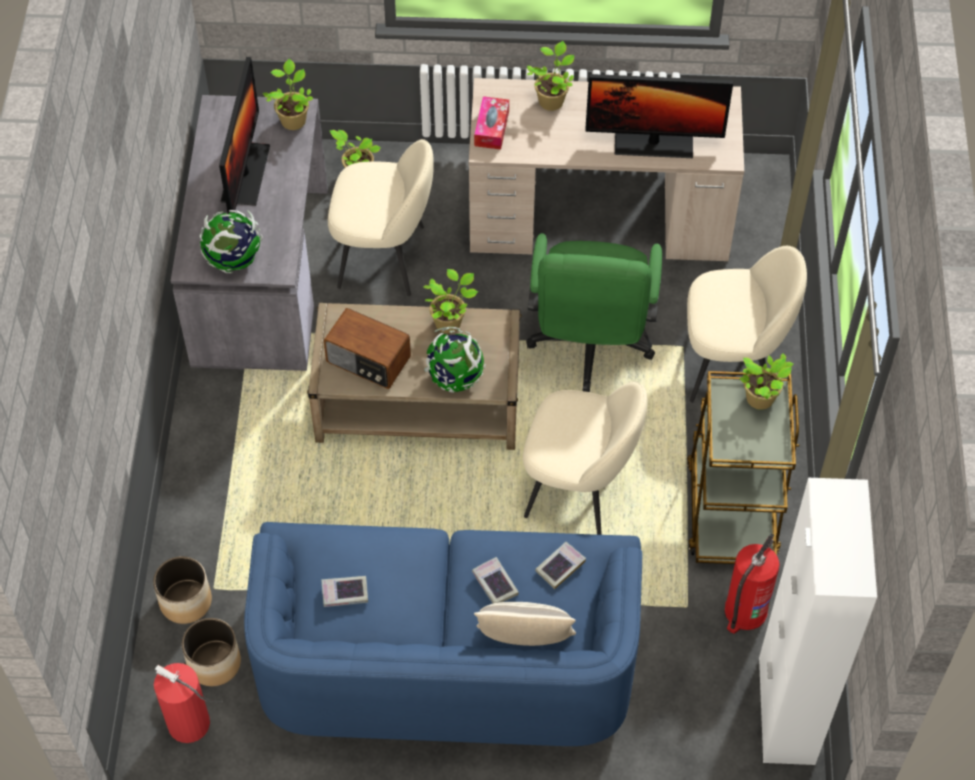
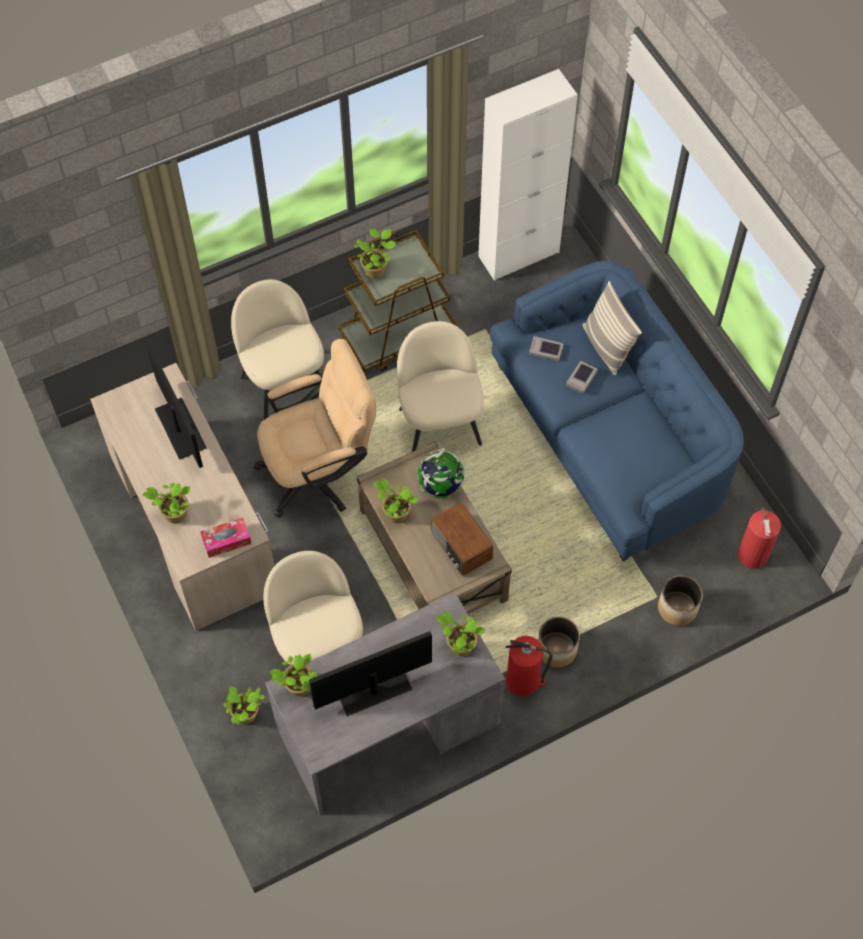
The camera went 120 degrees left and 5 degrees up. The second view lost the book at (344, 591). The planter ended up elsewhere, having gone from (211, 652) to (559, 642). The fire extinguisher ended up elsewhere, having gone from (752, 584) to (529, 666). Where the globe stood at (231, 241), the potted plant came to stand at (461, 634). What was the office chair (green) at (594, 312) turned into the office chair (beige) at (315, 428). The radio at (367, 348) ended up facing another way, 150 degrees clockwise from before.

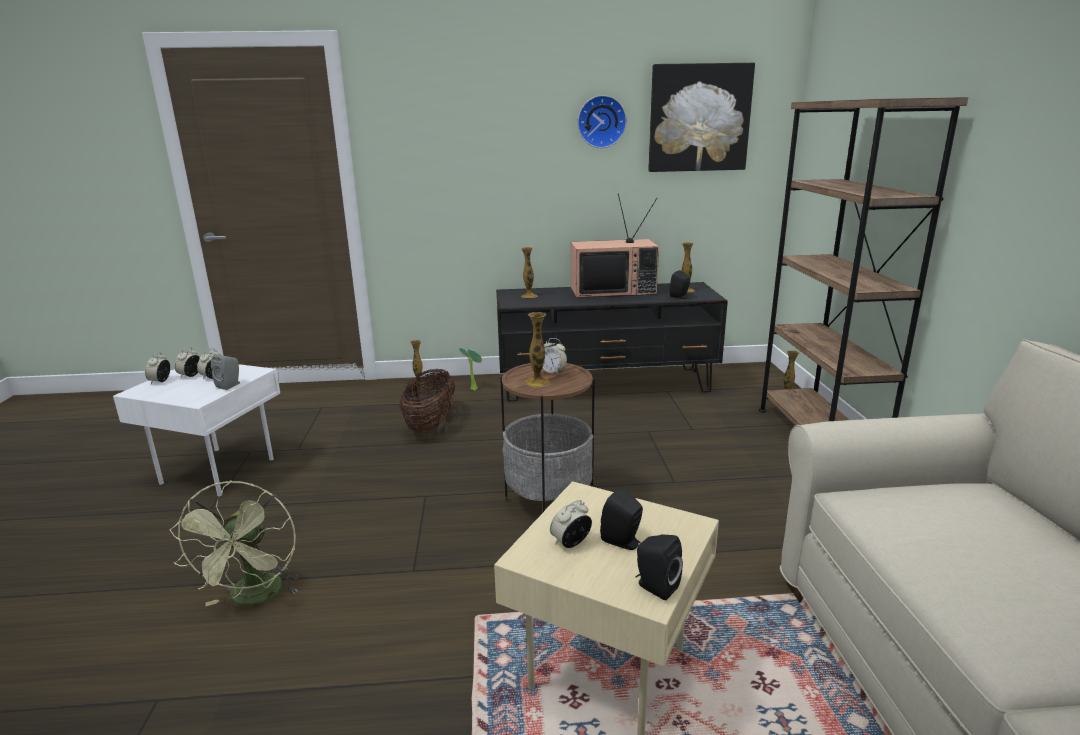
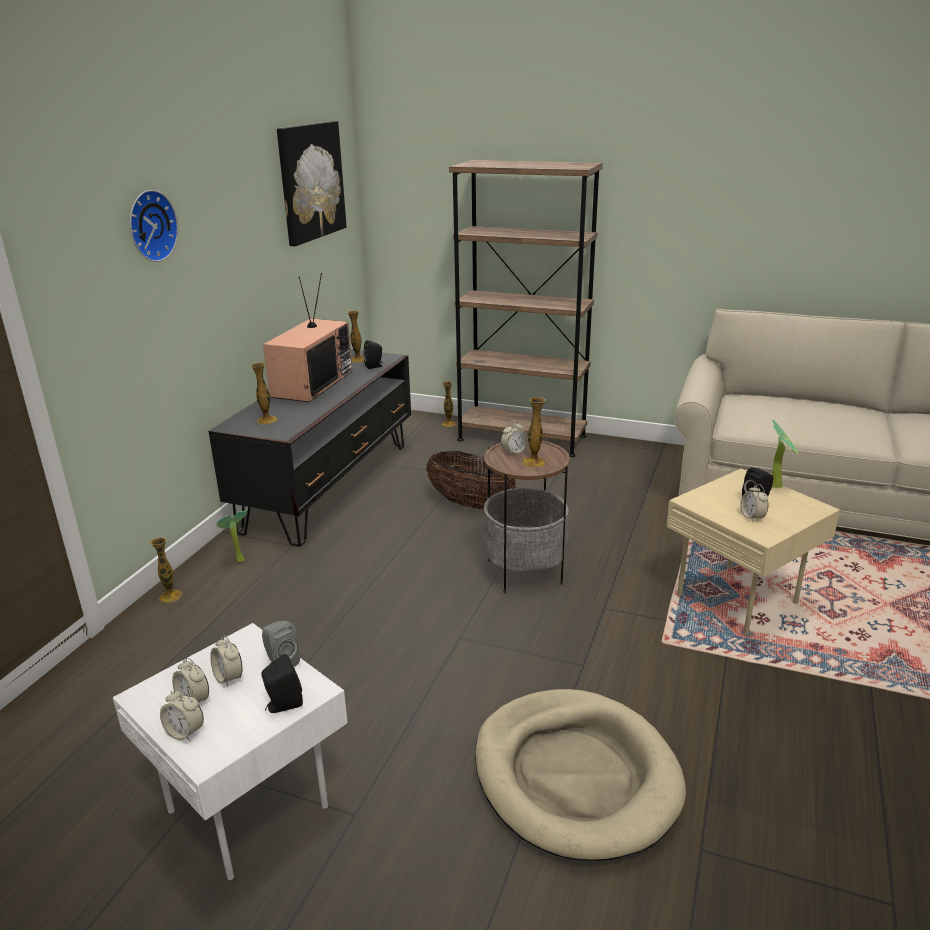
The camera went 65 degrees left and 5 degrees up. The second view gained the potted plant at (785, 454). The basket ended up elsewhere, having gone from (427, 401) to (471, 480). The wall clock ended up elsewhere, having gone from (602, 121) to (154, 226). The speaker (black) ended up elsewhere, having gone from (659, 567) to (282, 683). Where the fan (green) stood at (234, 543), the dog bed (beige) came to stand at (580, 775).

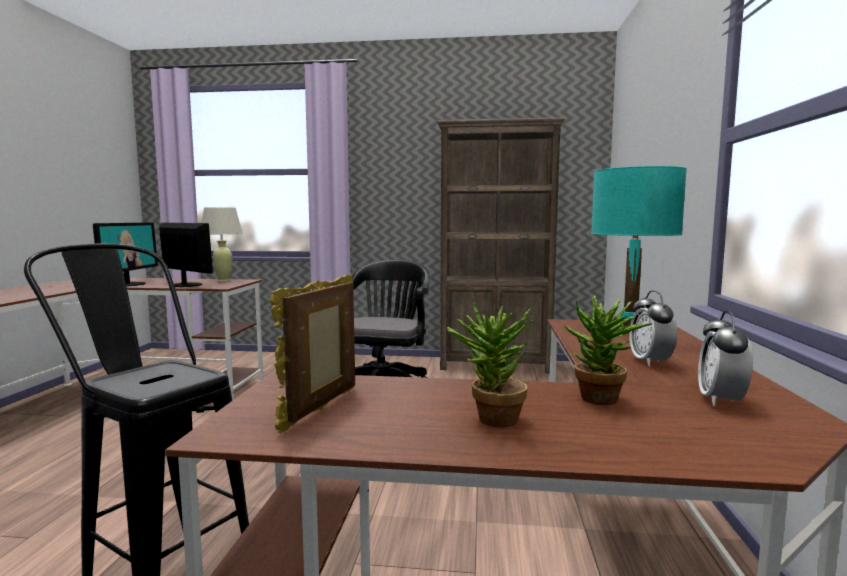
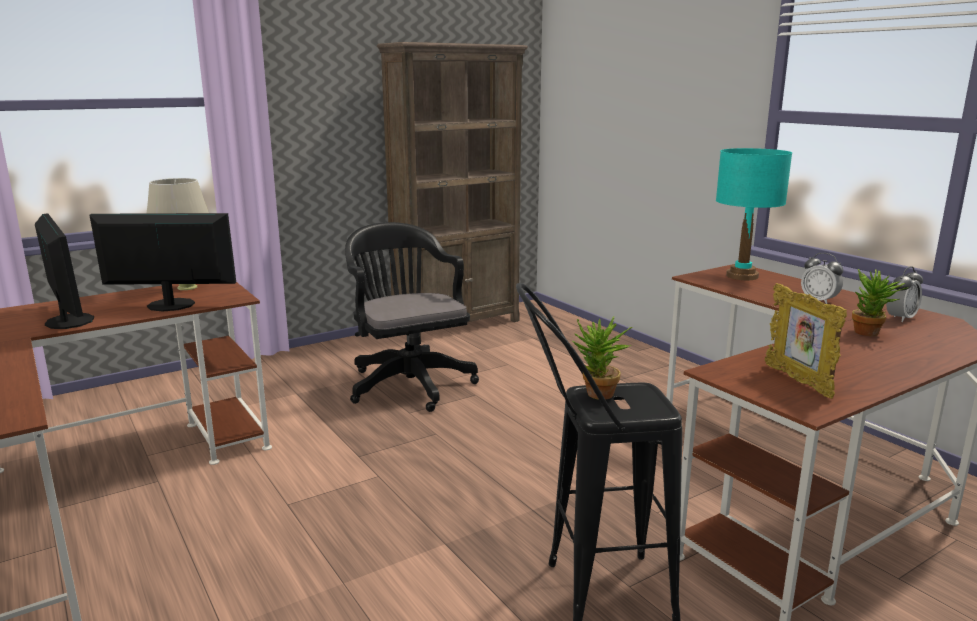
The camera went 40 degrees left and 10 degrees up. The potted plant ended up elsewhere, having gone from (489, 365) to (602, 358). The alarm clock at (725, 358) ended up facing another way, 105 degrees counterclockwise from before.

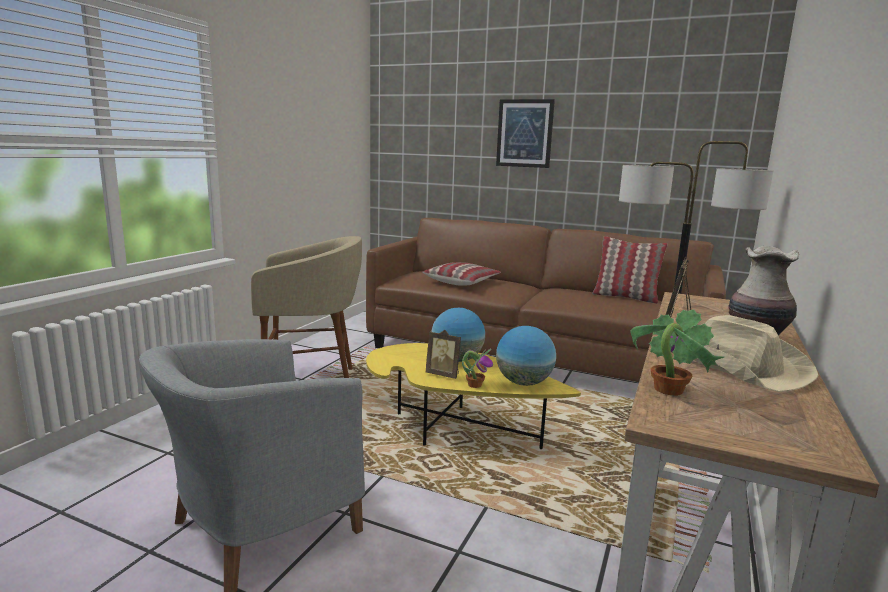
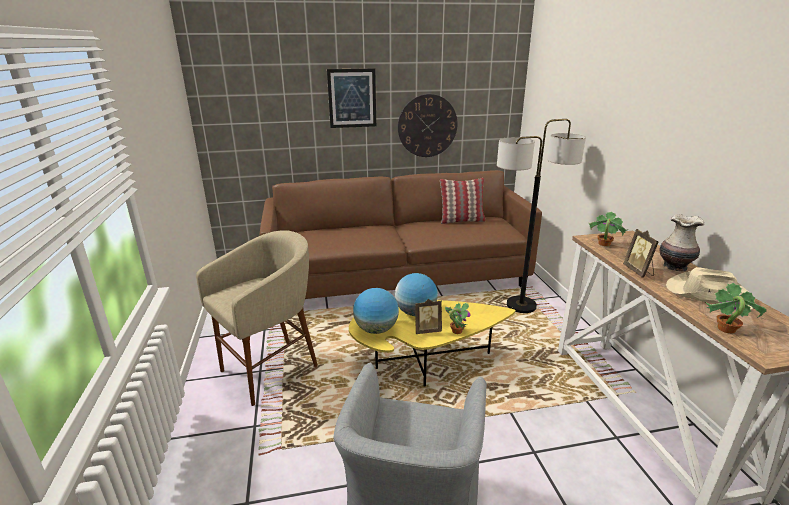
The camera went 35 degrees left and 10 degrees up. The second view lost the pillow at (461, 274). The second view gained the wall clock at (428, 125). The second view gained the potted plant at (608, 229). The globe ended up elsewhere, having gone from (526, 356) to (376, 311).

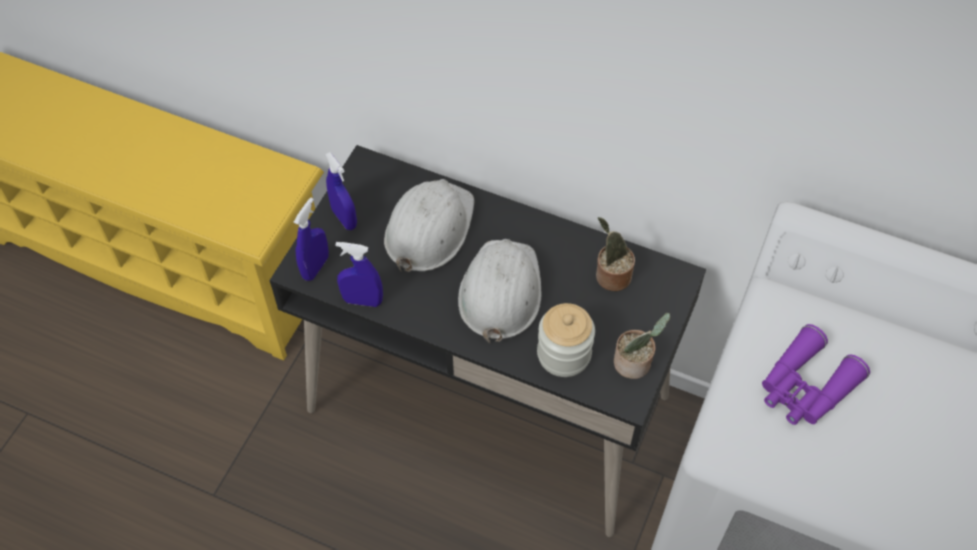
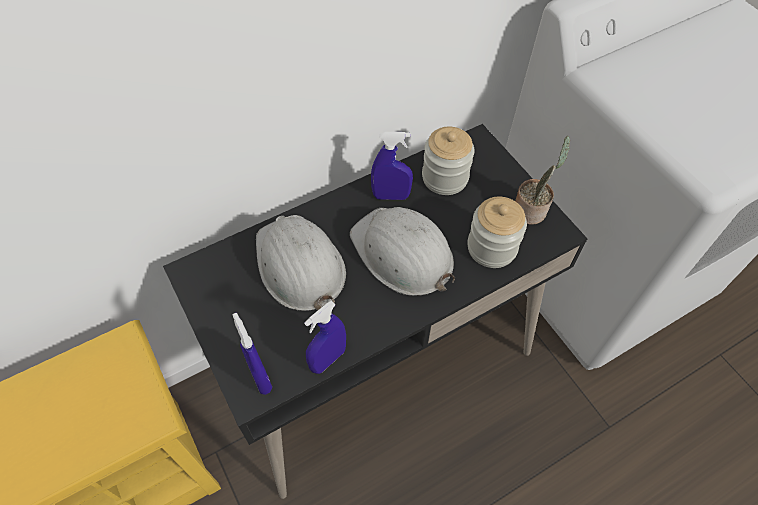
The camera went 55 degrees left and 0 degrees up. The second view lost the binoculars (purple) at (816, 374). The spray bottle (blue) ended up elsewhere, having gone from (341, 191) to (392, 166). Where the potted plant stood at (615, 254), the jar came to stand at (448, 161).

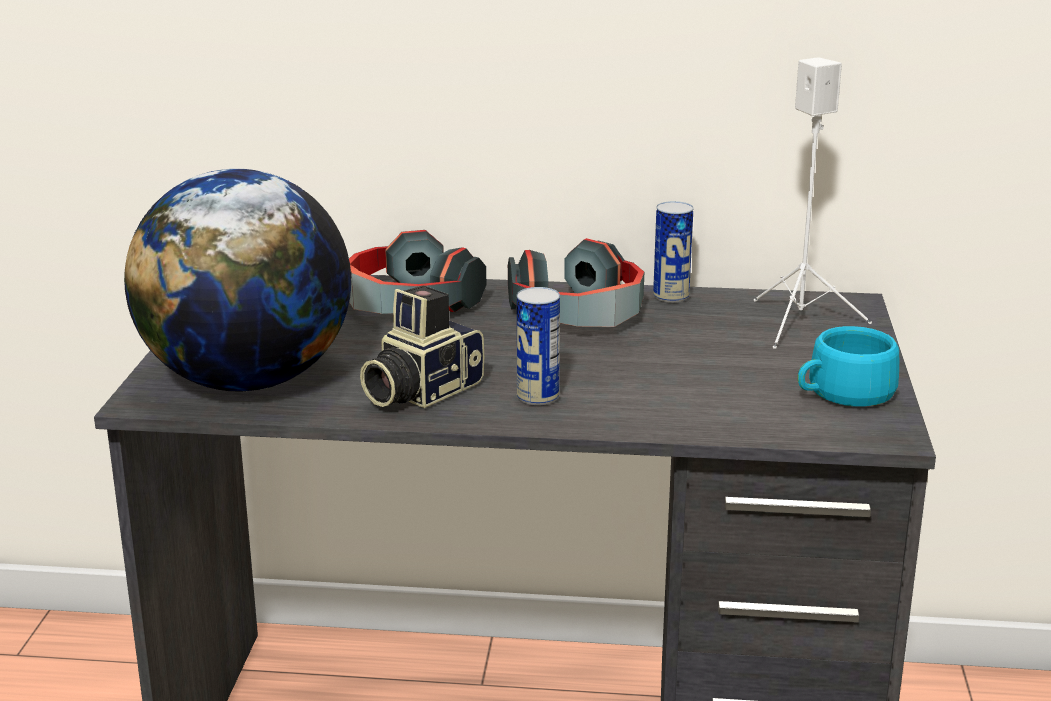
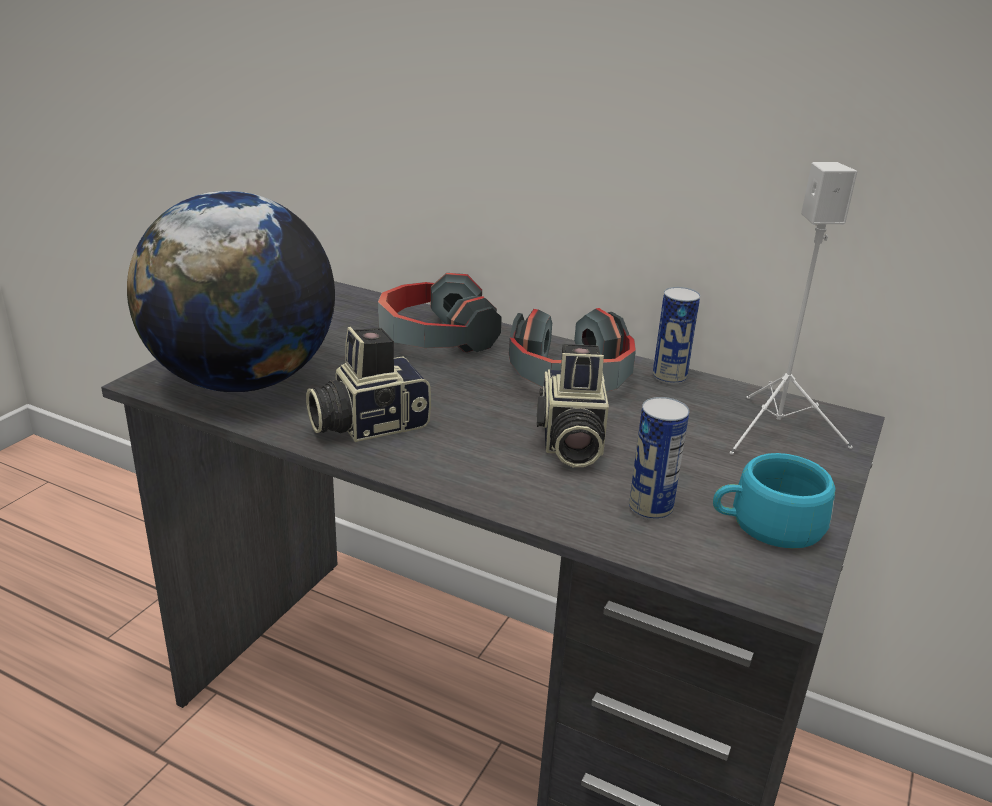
The camera went 20 degrees right and 5 degrees up. The second view gained the photo camera at (573, 405). The can ended up elsewhere, having gone from (538, 346) to (659, 458).

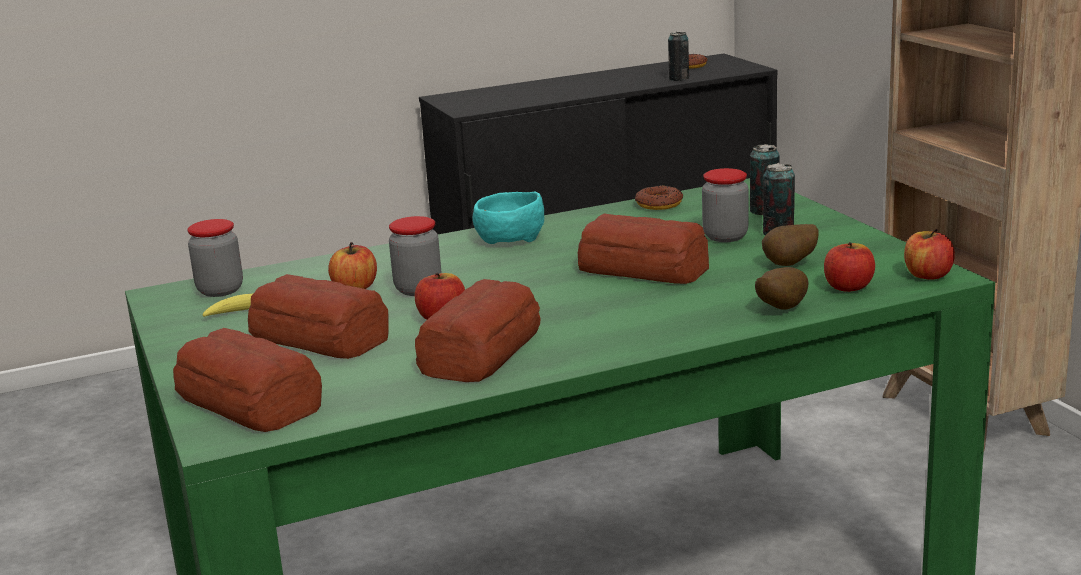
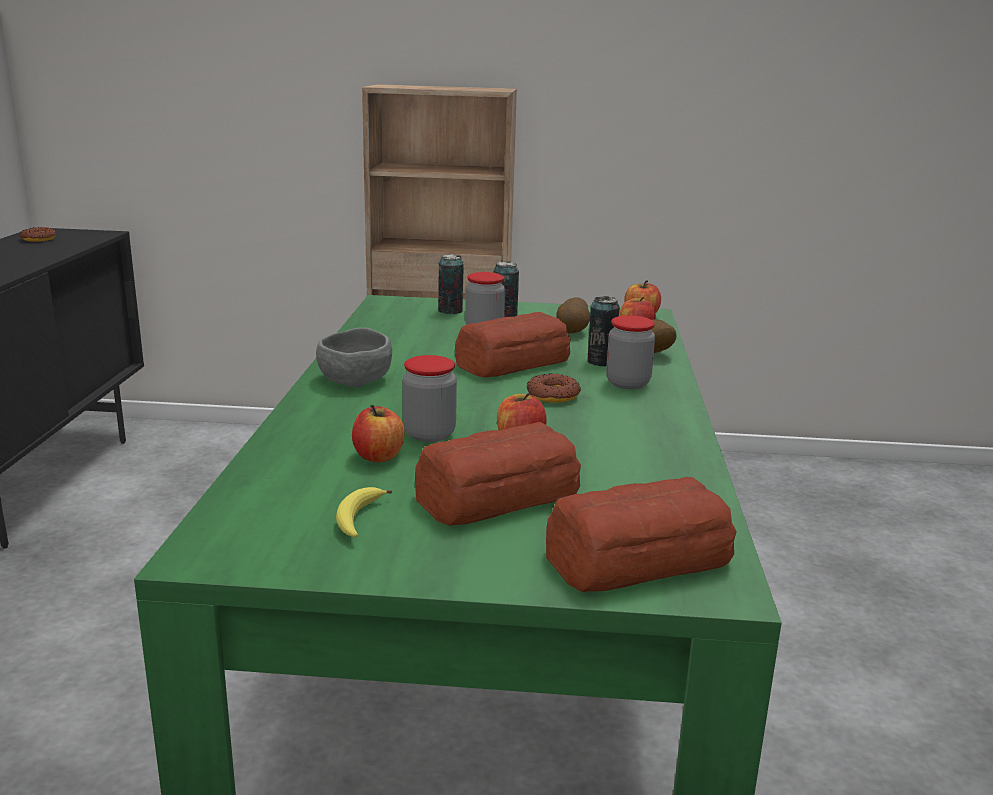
The camera went 65 degrees left and 0 degrees up. The second view lost the bread at (477, 330). The jar ended up elsewhere, having gone from (215, 258) to (630, 352). The donut ended up elsewhere, having gone from (659, 197) to (554, 388). The can ended up elsewhere, having gone from (678, 56) to (604, 331). What was the bowl (turquoise) at (508, 217) turned into the bowl (grey) at (354, 357).

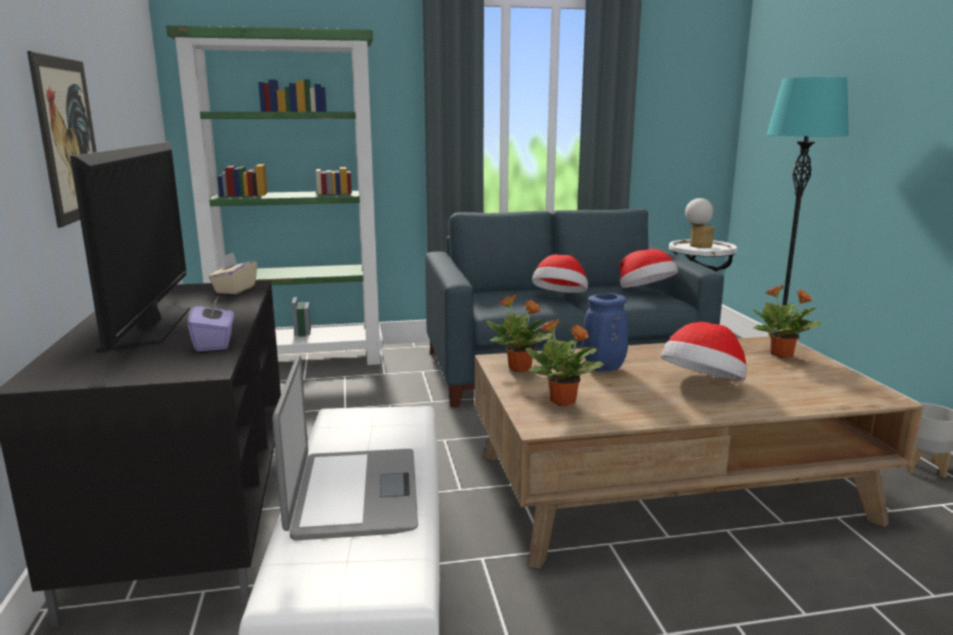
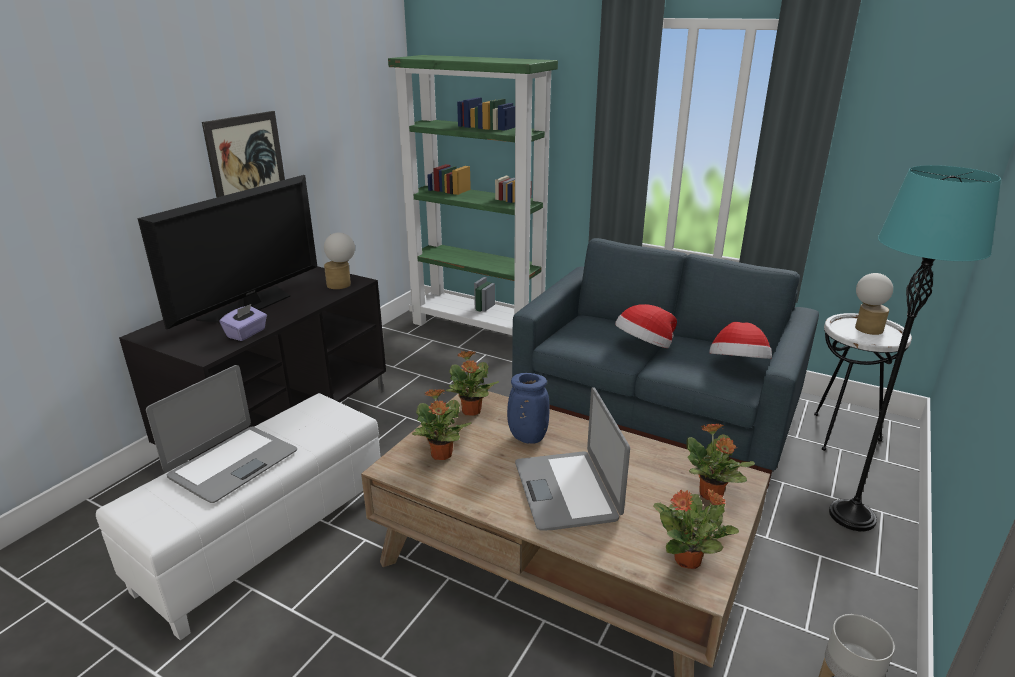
The camera went 40 degrees right and 10 degrees up. The second view gained the potted plant at (696, 528). Where the tissue box (beige) stood at (233, 273), the table lamp came to stand at (339, 260). Where the hat stood at (704, 351), the laptop came to stand at (572, 459).

